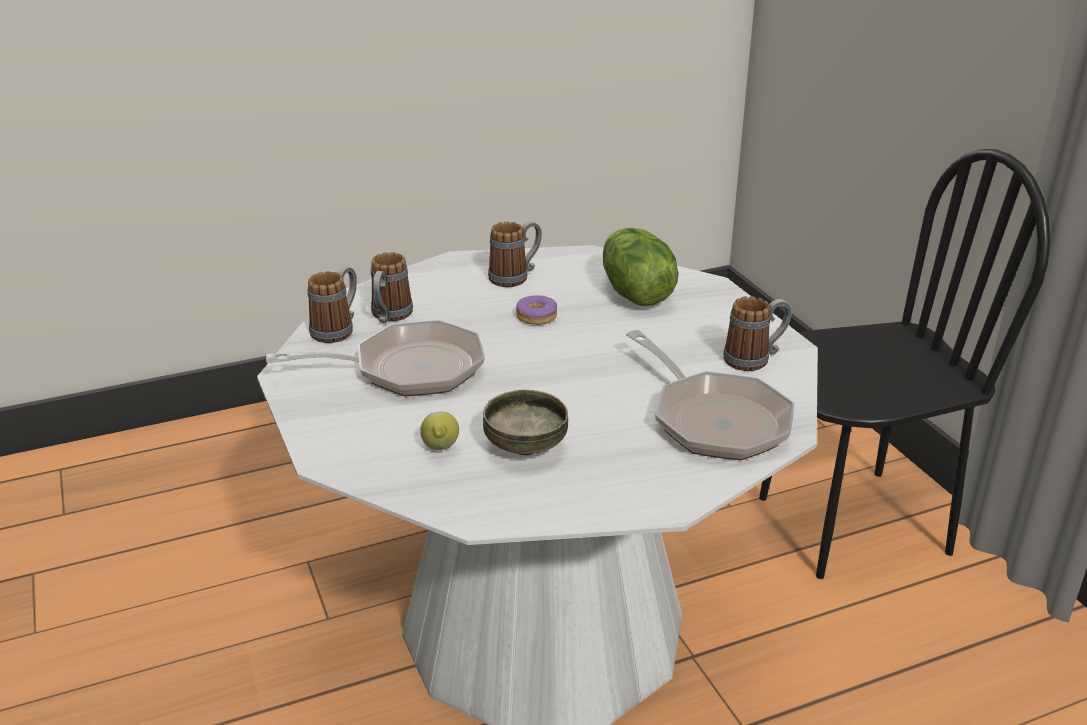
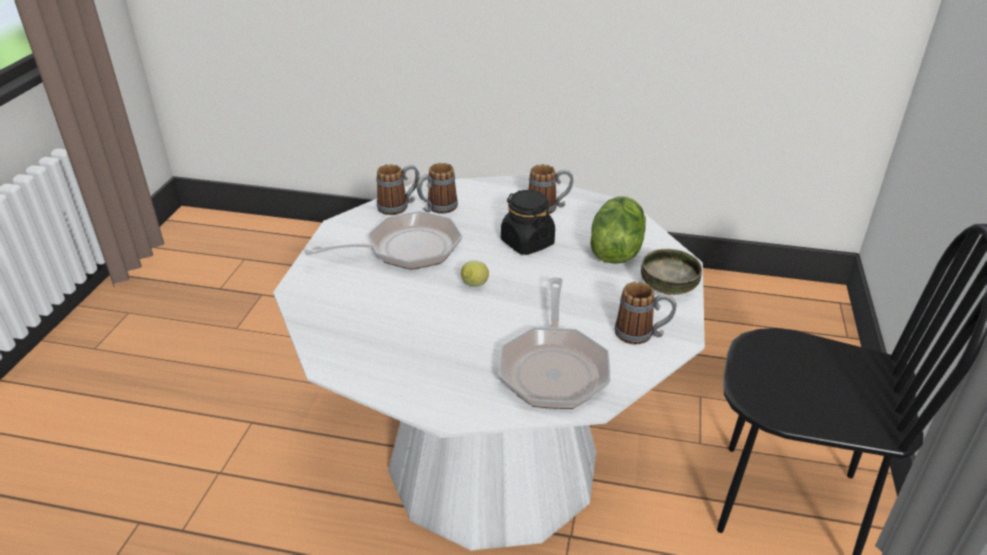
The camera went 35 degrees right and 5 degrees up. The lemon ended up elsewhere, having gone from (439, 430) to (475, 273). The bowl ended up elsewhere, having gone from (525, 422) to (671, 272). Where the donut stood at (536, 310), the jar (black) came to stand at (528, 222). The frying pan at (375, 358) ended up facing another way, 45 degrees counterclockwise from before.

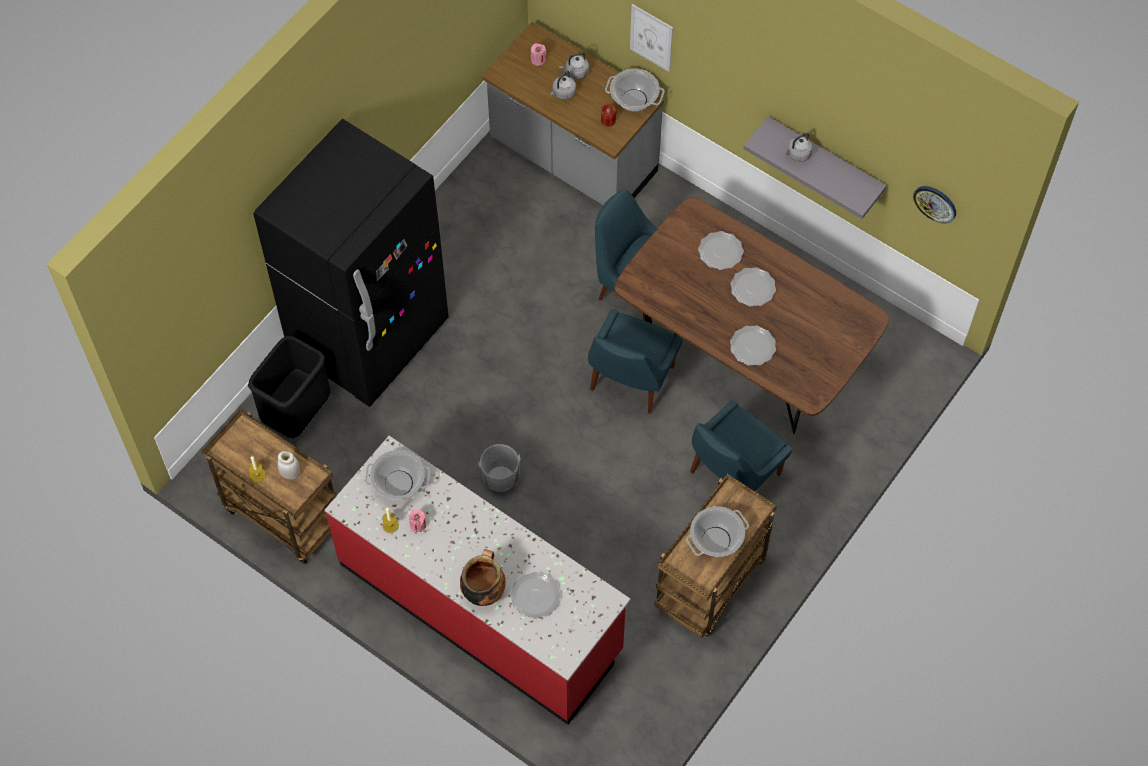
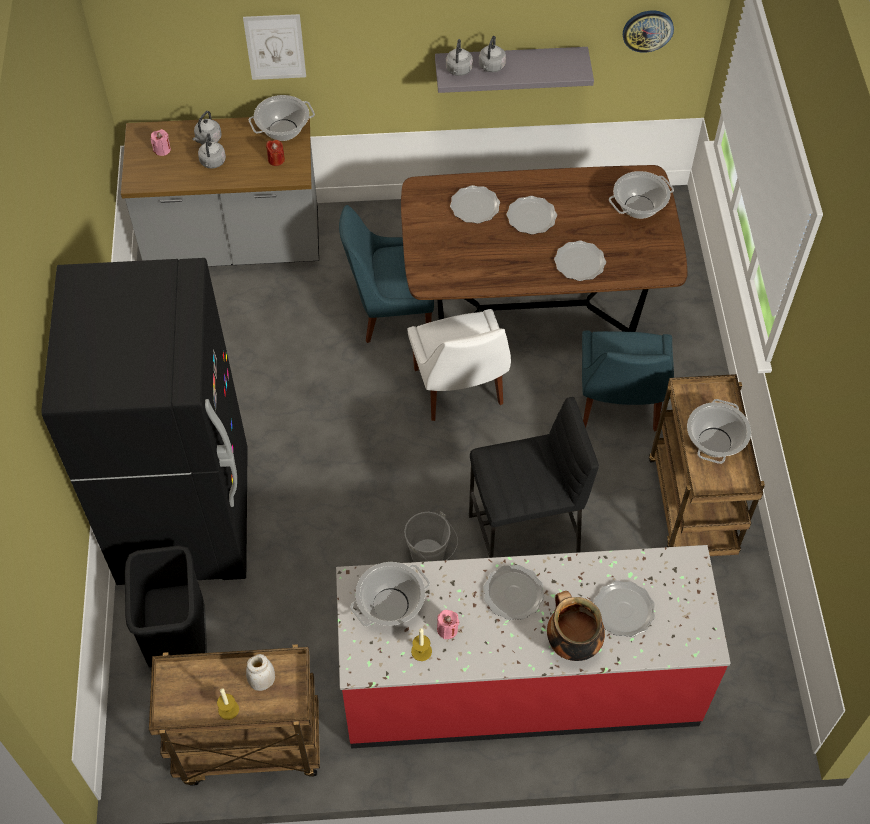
The camera went 40 degrees left and 5 degrees down. The second view gained the kettle (grey) at (459, 57). The second view gained the stool (black) at (534, 477). The second view gained the plate at (513, 592). The second view gained the cooking pot at (641, 195). What was the chair (blue) at (635, 362) turned into the chair (white) at (459, 365).

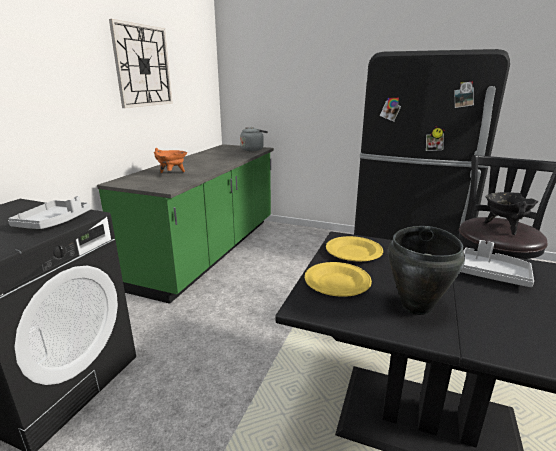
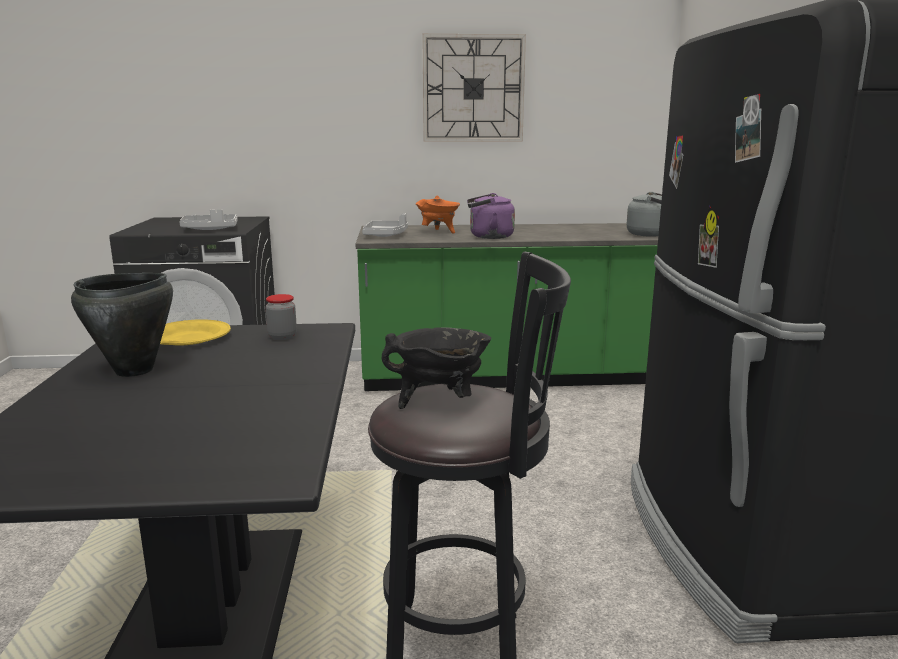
The camera went 65 degrees right and 5 degrees down. The second view gained the kettle (purple) at (491, 216). The tray (grey) ended up elsewhere, having gone from (497, 263) to (385, 225). Where the plate (yellow) stood at (354, 248), the jar came to stand at (281, 317).

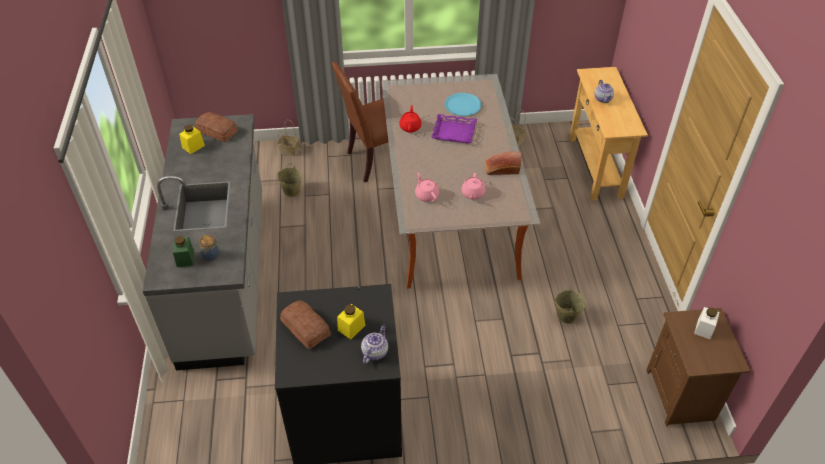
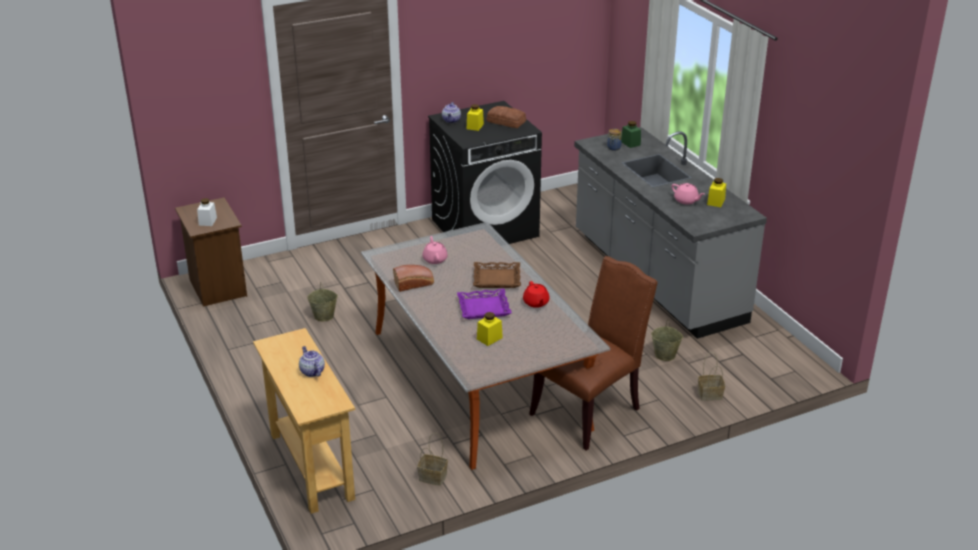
The camera went 160 degrees right and 15 degrees down. The second view lost the bread at (216, 127). The second view gained the tray (brown) at (497, 275). The teapot (pink) ended up elsewhere, having gone from (427, 187) to (688, 194). Where the plate (blue) stood at (463, 104), the jar (yellow) came to stand at (490, 329).

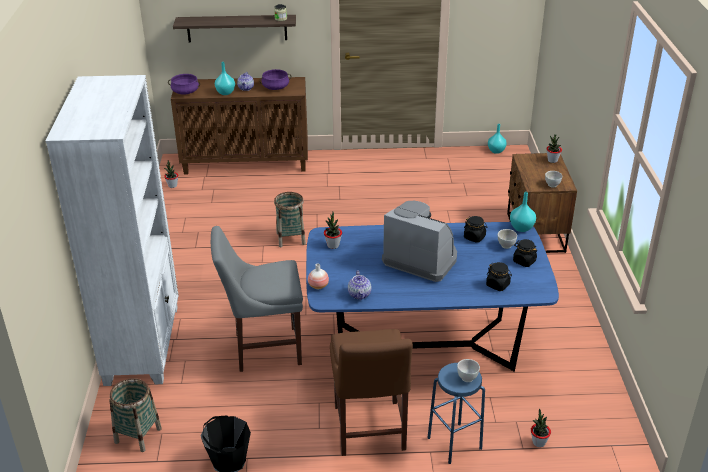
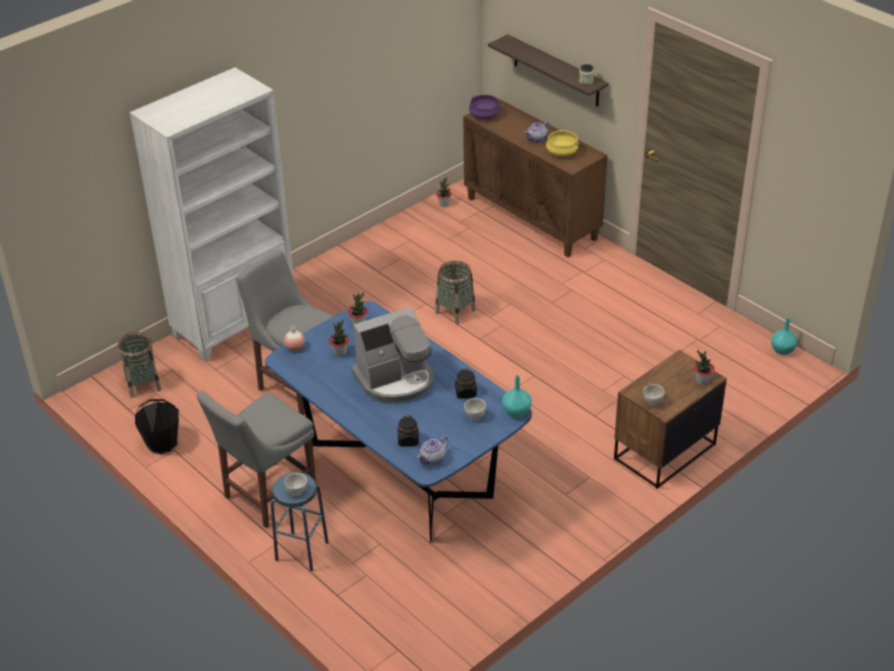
The camera went 50 degrees right and 5 degrees up. The second view lost the vase (turquoise) at (225, 78). The second view lost the jar (black) at (525, 253). The teapot ended up elsewhere, having gone from (359, 285) to (432, 450). The potted plant ended up elsewhere, having gone from (541, 428) to (339, 338). What was the cooking pot (purple) at (275, 79) turned into the cooking pot (yellow) at (561, 143). What was the chair (brown) at (371, 392) turned into the chair (grey) at (256, 459). The coffee machine at (419, 241) ended up facing another way, 75 degrees clockwise from before.

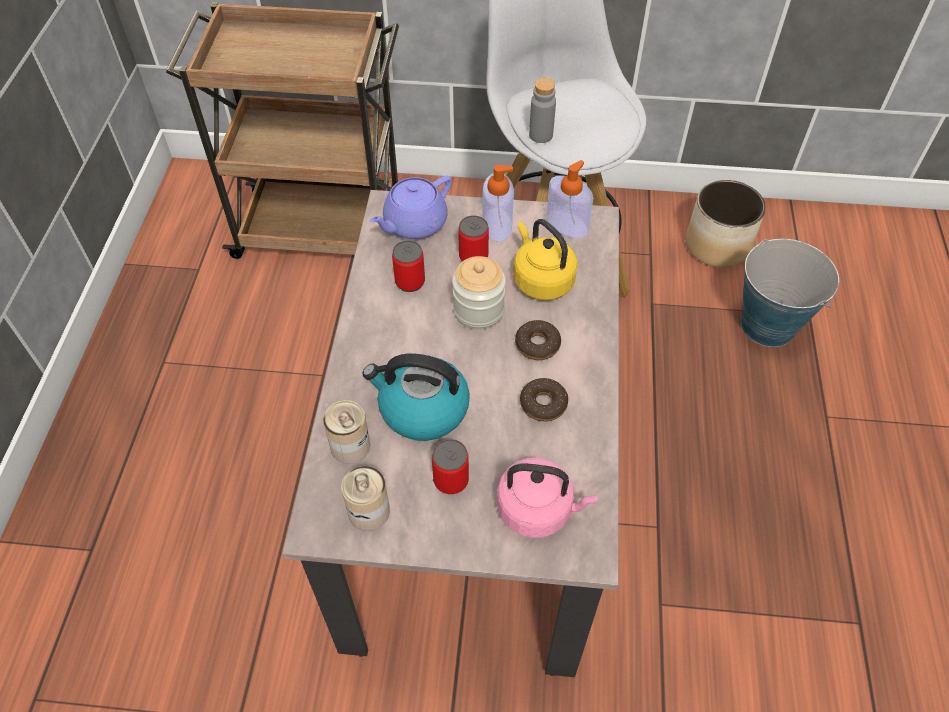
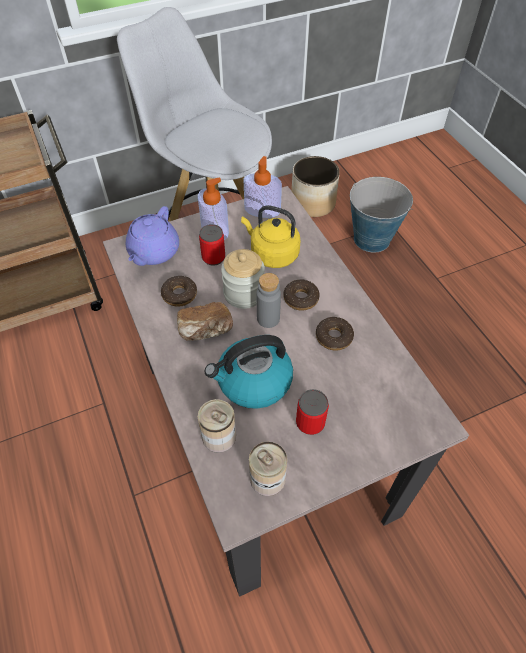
The camera went 30 degrees left and 0 degrees up. The second view lost the kettle (pink) at (547, 498). The second view gained the bread at (205, 321). The bottle (grey) ended up elsewhere, having gone from (542, 110) to (269, 300). Where the can stood at (408, 266), the donut came to stand at (179, 291).

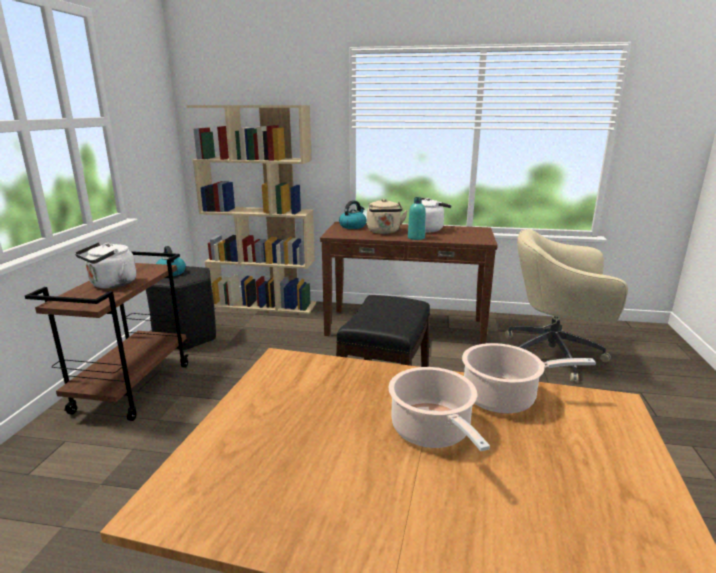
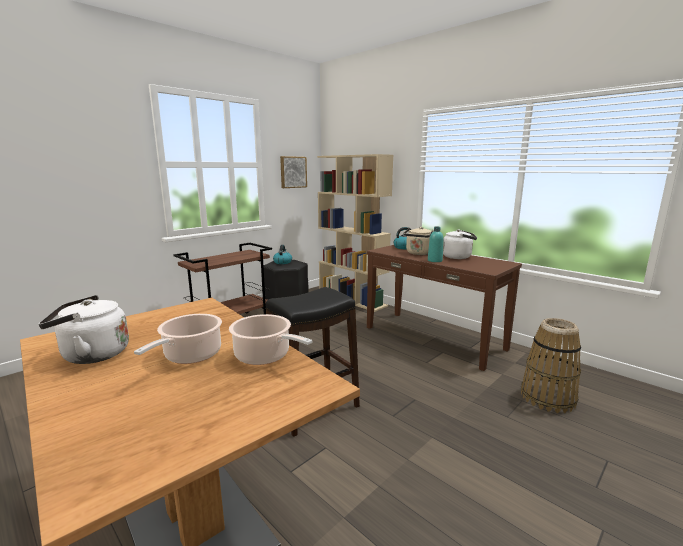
The camera went 35 degrees right and 5 degrees down. The second view gained the picture at (293, 172). The kettle (white) ended up elsewhere, having gone from (105, 265) to (84, 329). Where the office chair (beige) stood at (566, 305), the basket came to stand at (551, 365).

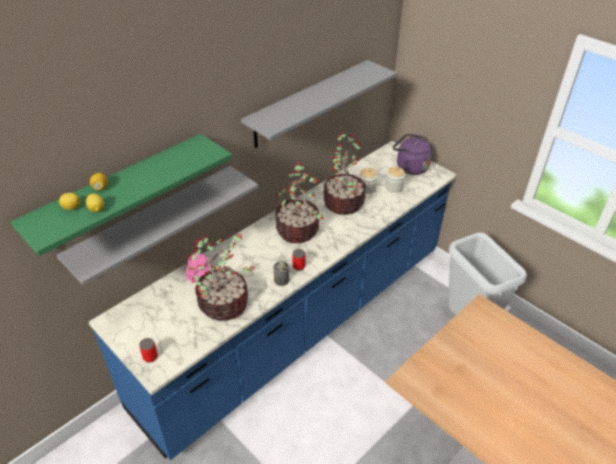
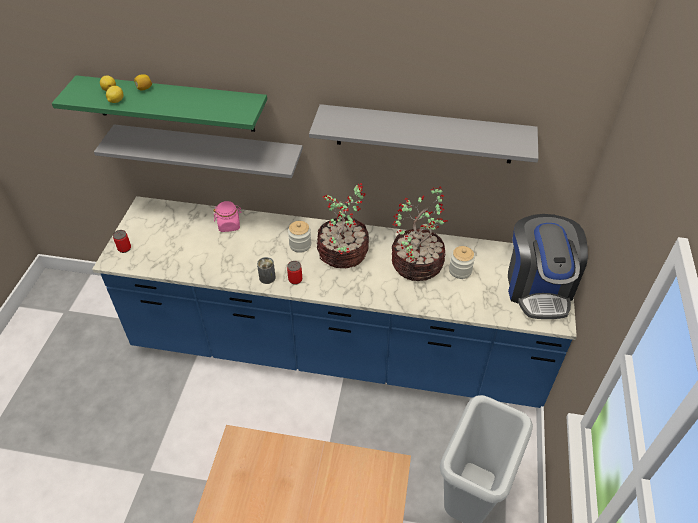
The camera went 55 degrees right and 5 degrees up. The second view lost the potted plant at (221, 277). The jar ended up elsewhere, having gone from (395, 179) to (299, 237). Where the kettle (purple) stood at (412, 154), the coffee machine came to stand at (548, 266).

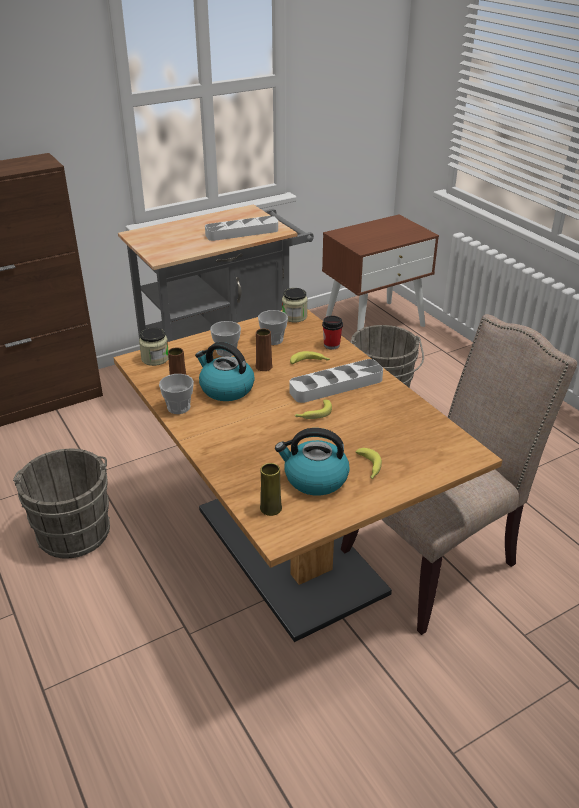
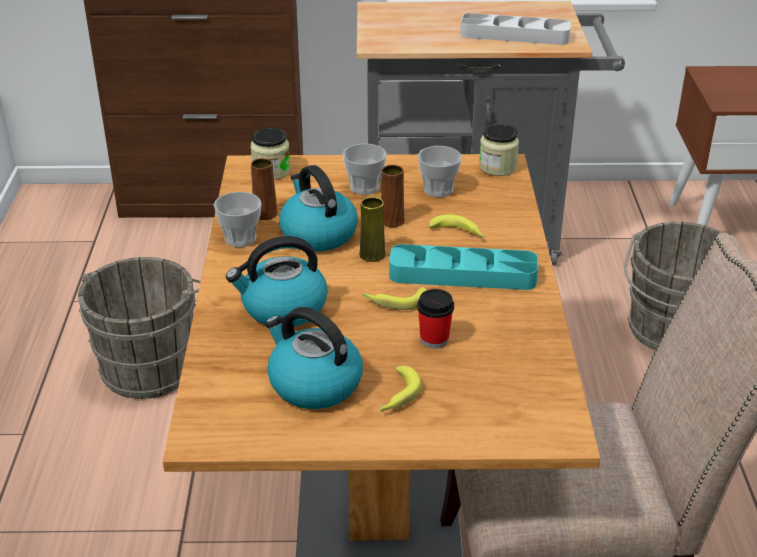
The camera went 30 degrees right and 0 degrees up. The second view gained the kettle at (277, 281). The vase (yellow) ended up elsewhere, having gone from (271, 489) to (372, 229). The cup ended up elsewhere, having gone from (332, 333) to (435, 319). What was the tray (grey) at (336, 381) turned into the tray (turquoise) at (463, 267).

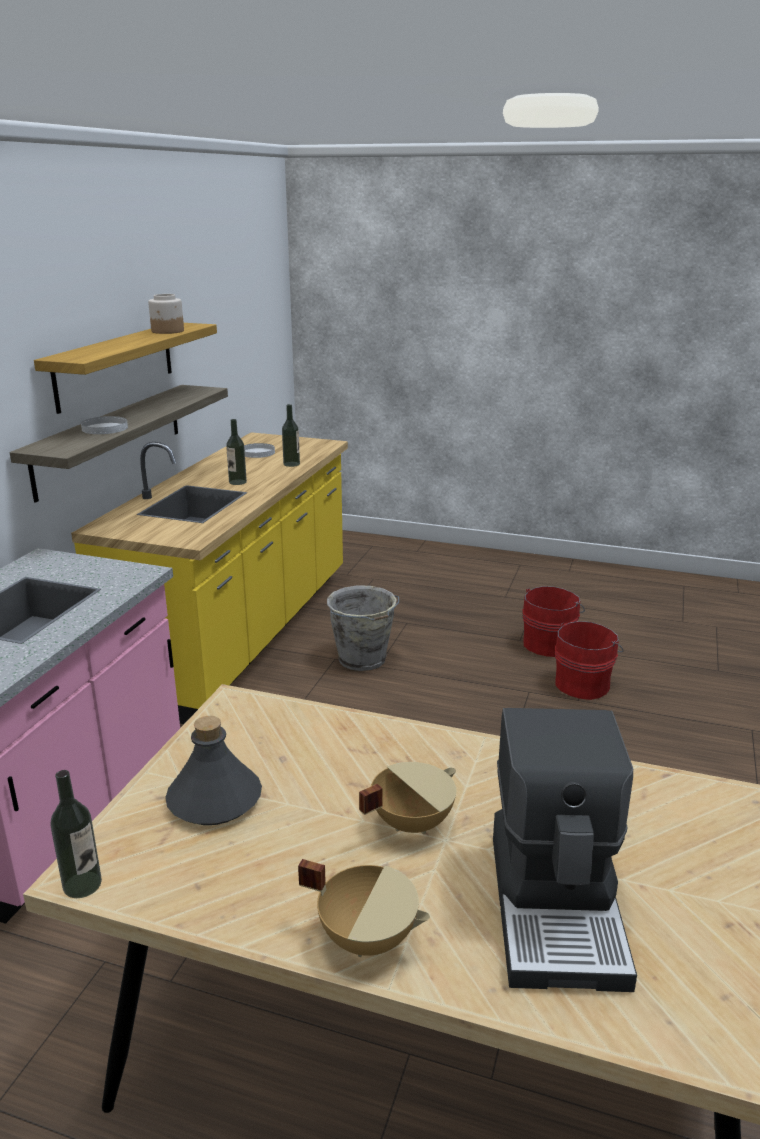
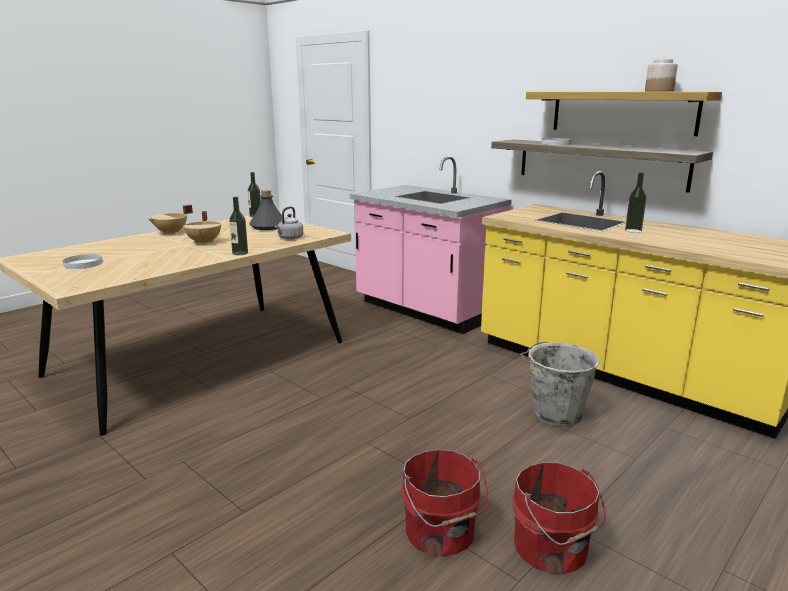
The camera went 115 degrees right and 5 degrees down. The second view lost the coffee machine at (565, 850). The second view gained the kettle (grey) at (289, 223). The plate (white) ended up elsewhere, having gone from (259, 450) to (83, 261). The bottle ended up elsewhere, having gone from (291, 435) to (238, 226).

